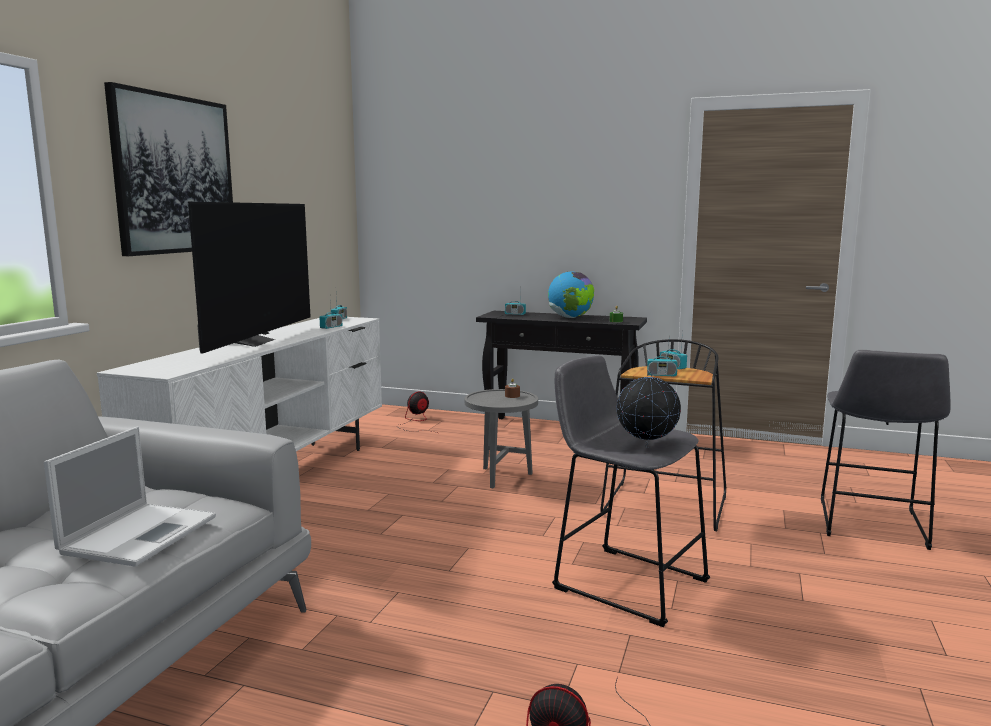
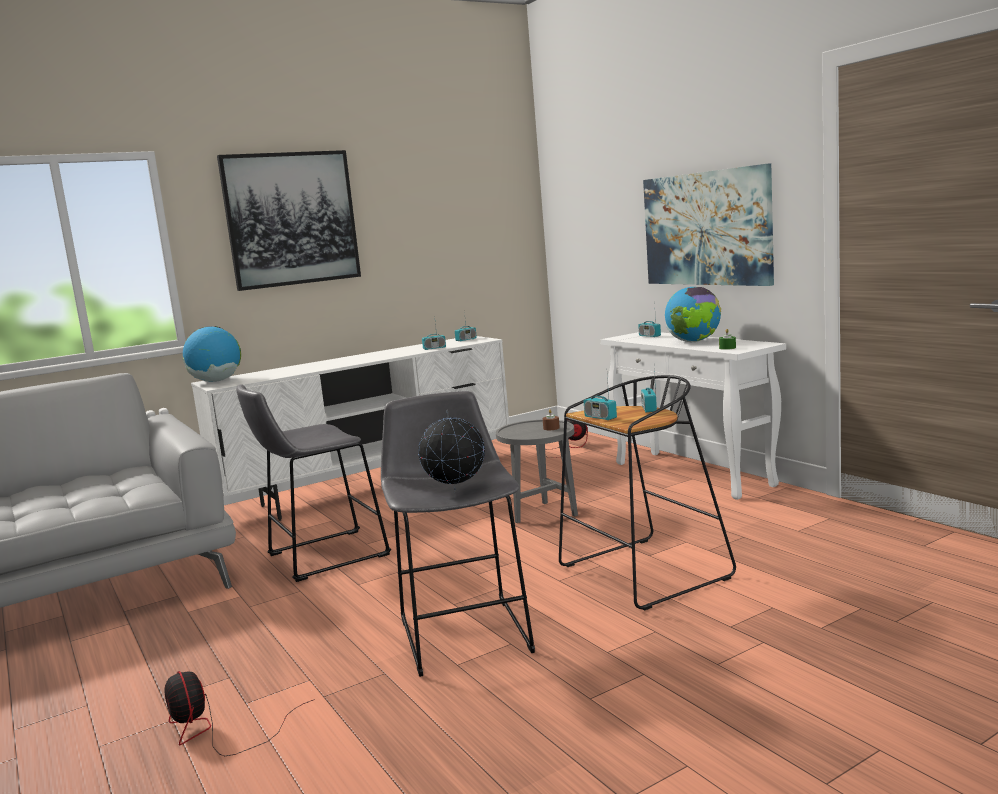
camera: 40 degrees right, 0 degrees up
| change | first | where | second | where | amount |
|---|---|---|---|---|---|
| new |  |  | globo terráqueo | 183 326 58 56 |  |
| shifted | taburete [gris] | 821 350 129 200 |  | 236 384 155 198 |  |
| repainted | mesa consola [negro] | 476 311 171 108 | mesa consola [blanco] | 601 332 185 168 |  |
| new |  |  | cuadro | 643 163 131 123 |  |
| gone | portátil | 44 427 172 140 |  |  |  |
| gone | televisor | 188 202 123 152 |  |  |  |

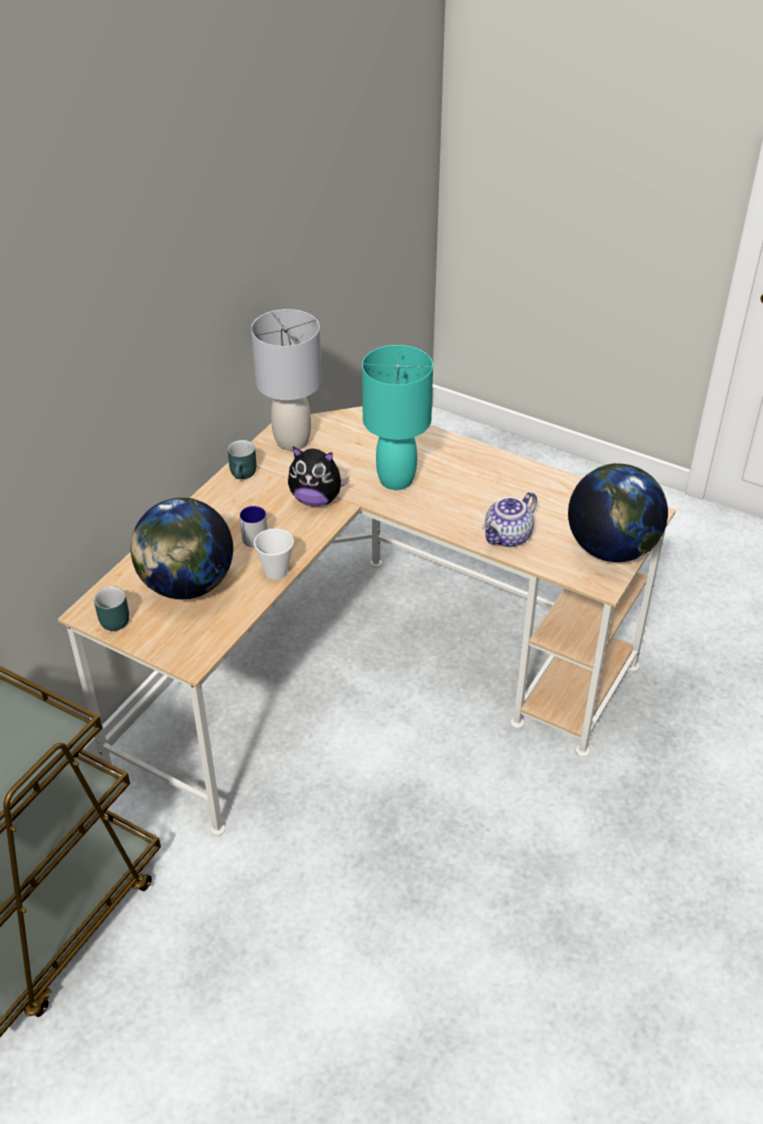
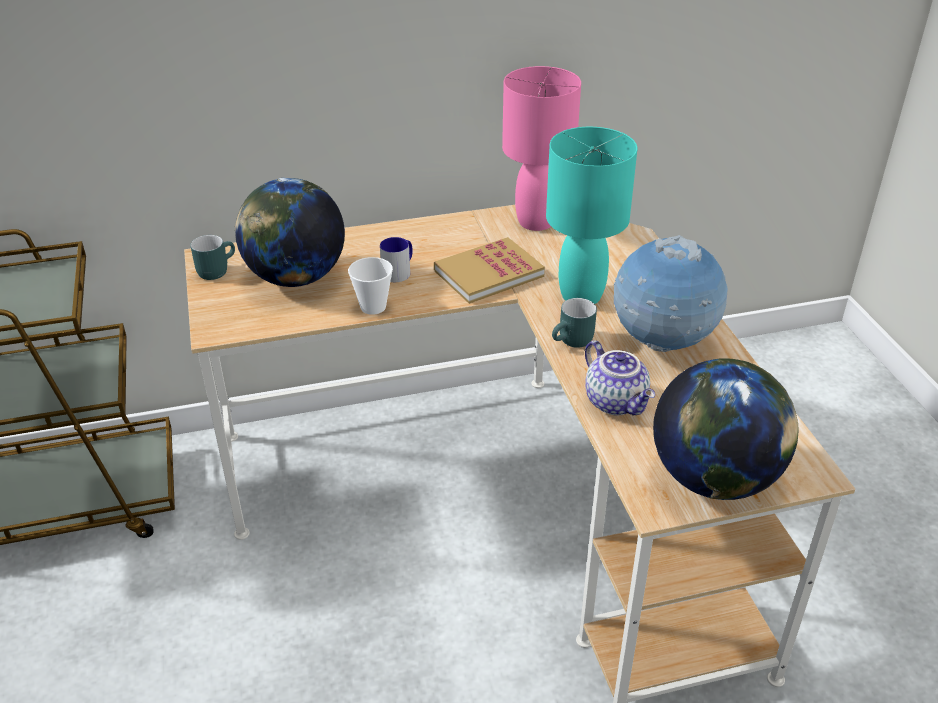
camera: 45 degrees right, 5 degrees down
| change | first | where | second | where | amount |
|---|---|---|---|---|---|
| swapped | peluche | 288 446 61 60 | libro | 434 237 111 67 |  |
| repainted | lámpara de mesa [gris] | 251 309 71 142 | lámpara de mesa [rosa] | 502 66 79 165 |  |
| shifted | taza grande [turquesa] | 228 440 28 39 |  | 552 298 45 50 |  |
| rotated | tetera | 482 492 55 55 |  | 585 340 70 76 | 120 degrees counterclockwise |
| new |  |  | globo terráqueo | 614 235 114 117 |  |

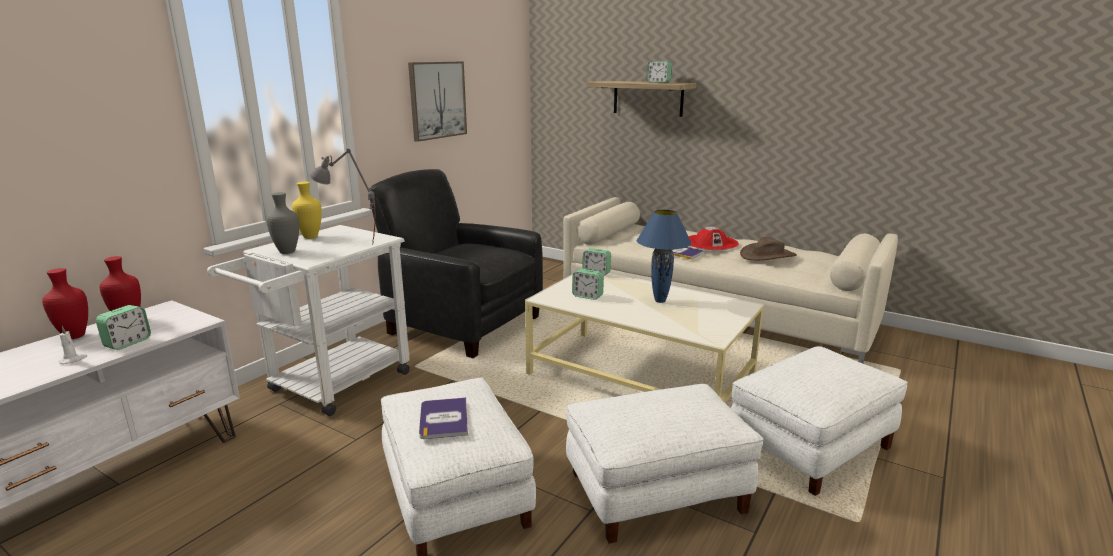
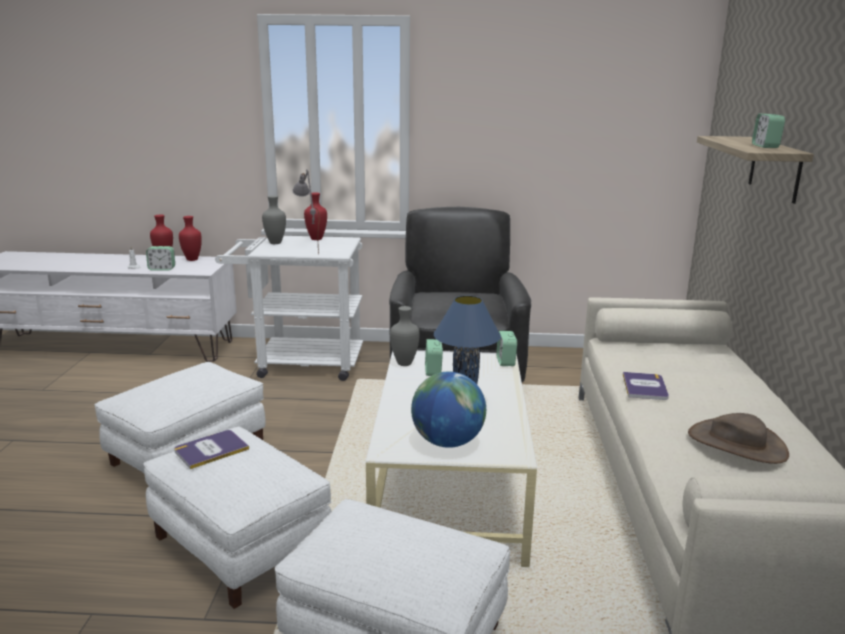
camera: 60 degrees right, 0 degrees up
| change | first | where | second | where | amount |
|---|---|---|---|---|---|
| shifted | libro | 419 397 49 42 |  | 174 430 75 39 |  |
| repainted | florero [amarillo] | 292 182 30 57 | florero [rojo] | 304 192 23 48 |  |
| new |  |  | florero [gris] | 390 306 30 60 |  |
| new |  |  | globo terráqueo | 411 372 75 76 |  |
| gone | cuadro | 408 62 59 80 |  |  |  |
| gone | sombrero [rojo] | 688 227 51 23 |  |  |  |

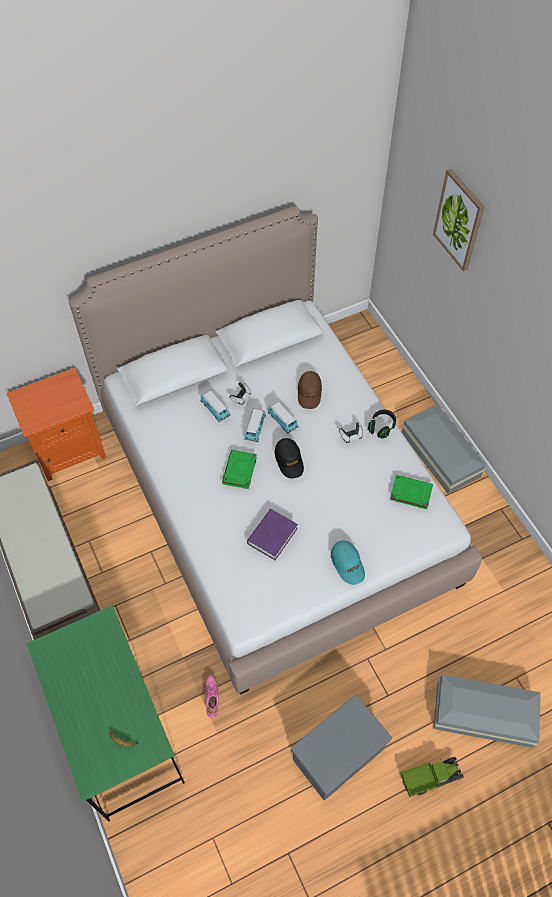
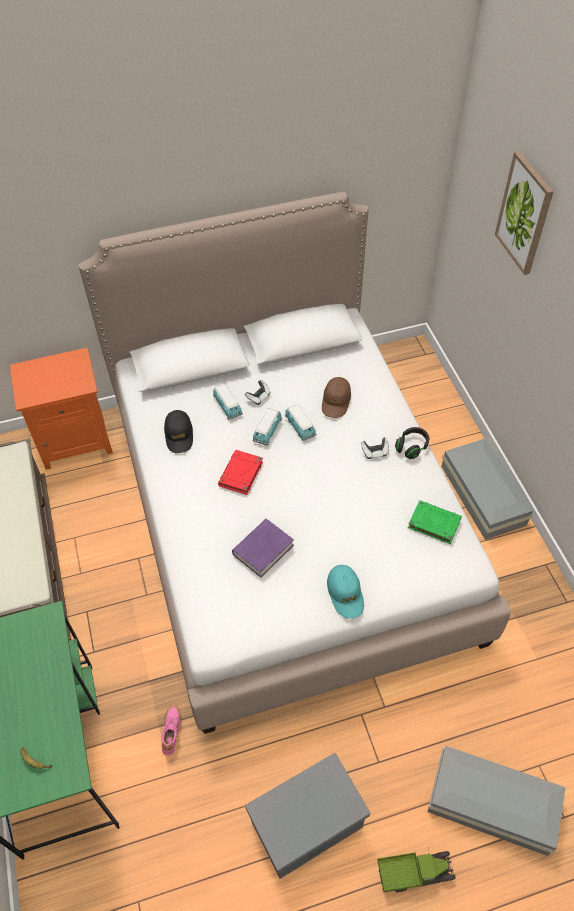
camera: 10 degrees right, 5 degrees down
| change | first | where | second | where | amount |
|---|---|---|---|---|---|
| shifted | gorra [negro] | 275 438 29 41 |  | 164 410 29 43 |  |
| repainted | libro [verde] | 222 450 35 39 | libro [rojo] | 218 450 45 45 |  |

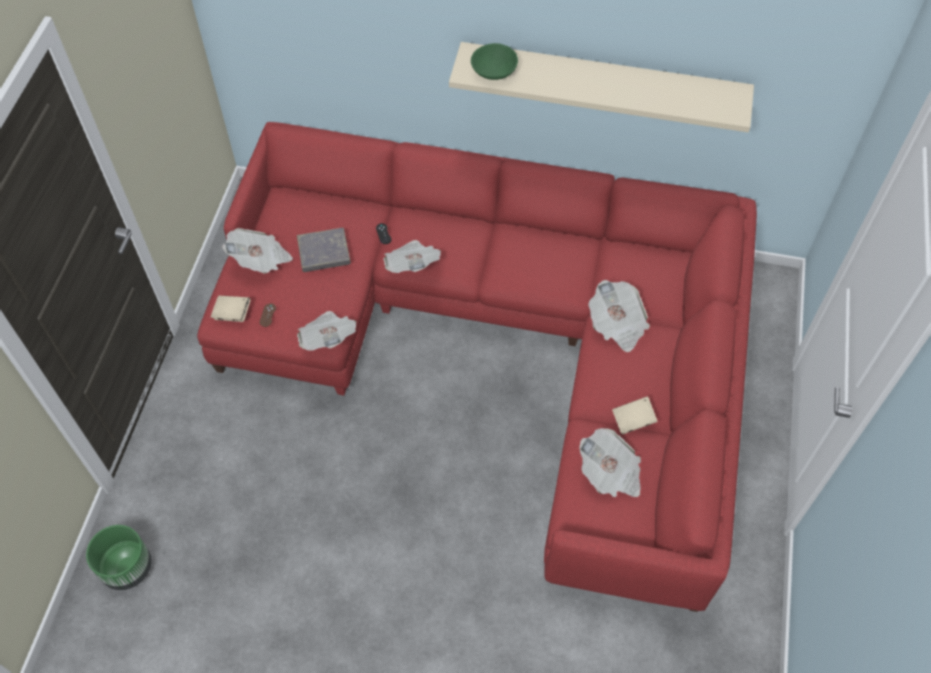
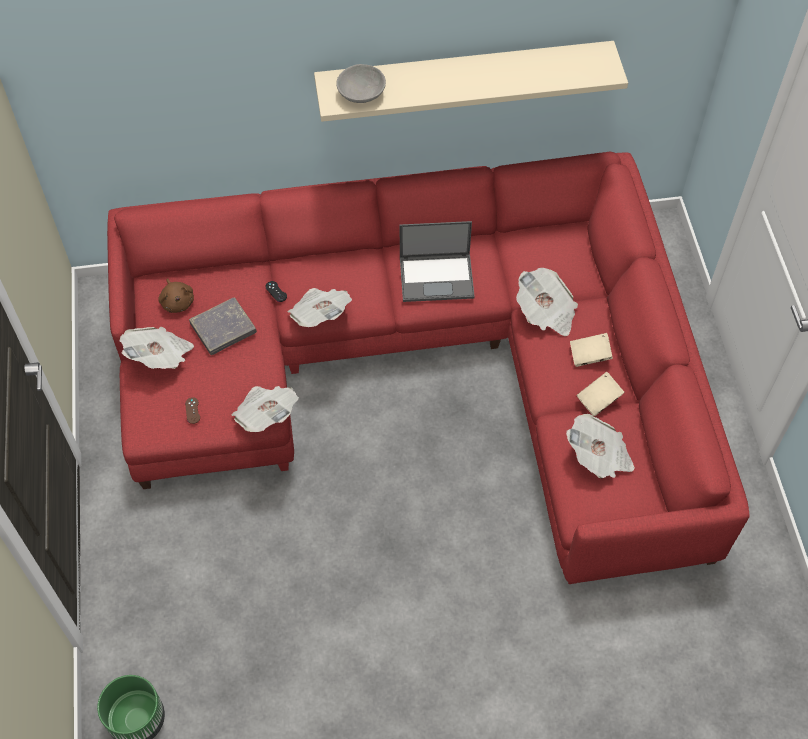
camera: 20 degrees left, 0 degrees up
| change | first | where | second | where | amount |
|---|---|---|---|---|---|
| new |  |  | peluche [marrón] | 158 278 36 35 |  |
| repainted | cuenco [verde] | 471 43 47 37 | cuenco [gris] | 336 64 50 39 |  |
| new |  |  | portátil | 400 221 75 81 |  |
| shifted | libro [beis] | 211 296 39 26 |  | 570 333 43 34 |  |

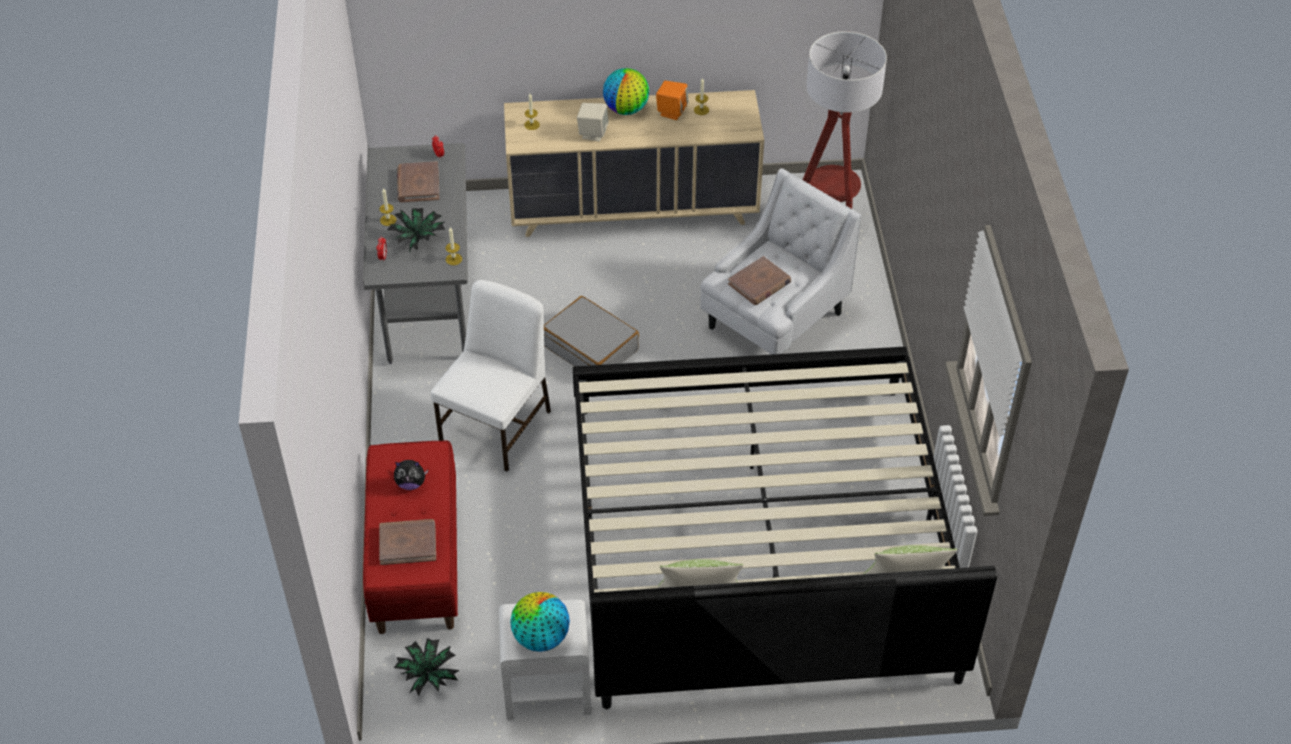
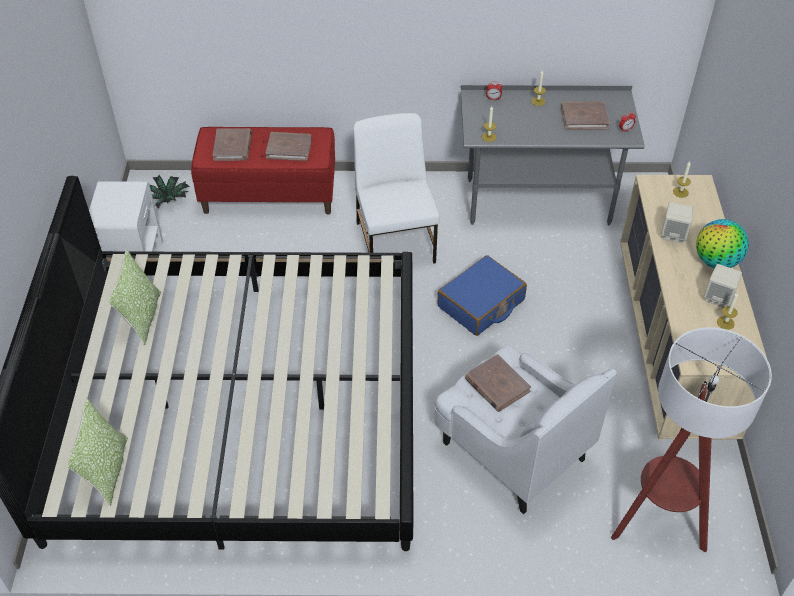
camera: 95 degrees right, 0 degrees up
| change | first | where | second | where | amount |
|---|---|---|---|---|---|
| swapped | peluche | 394 460 34 30 | libro [marrón] | 265 132 47 29 |  |
| rotated | silla [blanco] | 431 280 120 191 |  | 353 113 87 151 | 135 degrees counterclockwise |
| repainted | maleta [gris] | 544 296 95 70 | maleta [azul] | 437 255 90 81 |  |
| repainted | altavoz [naranja] | 656 81 33 39 | altavoz [beis] | 704 264 38 44 |  |
| gone | planta en maceta | 387 208 59 43 |  |  |  |
| gone | globo terráqueo | 510 592 60 60 |  |  |  |

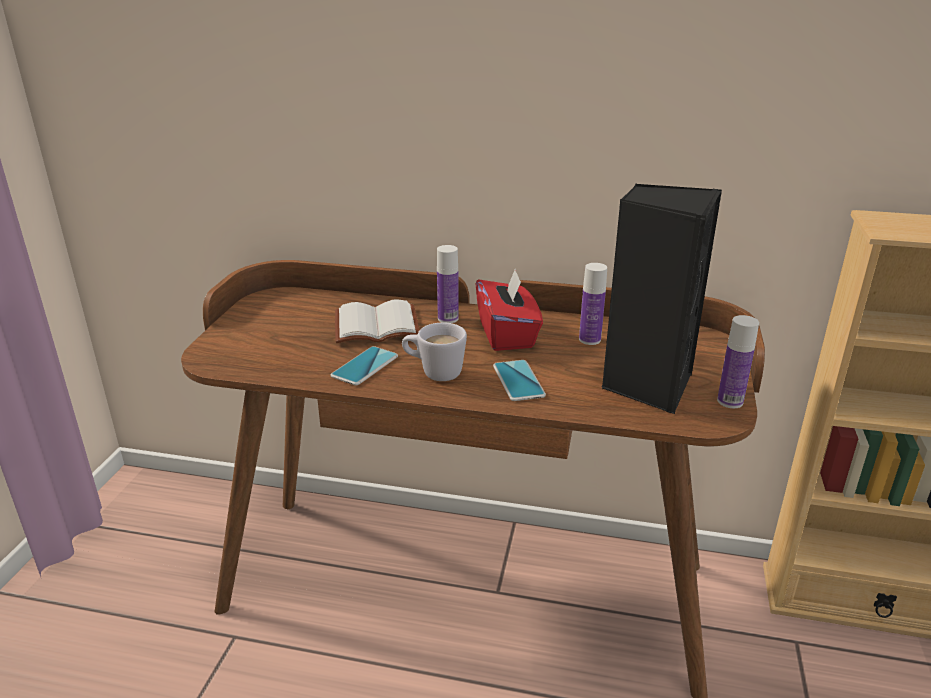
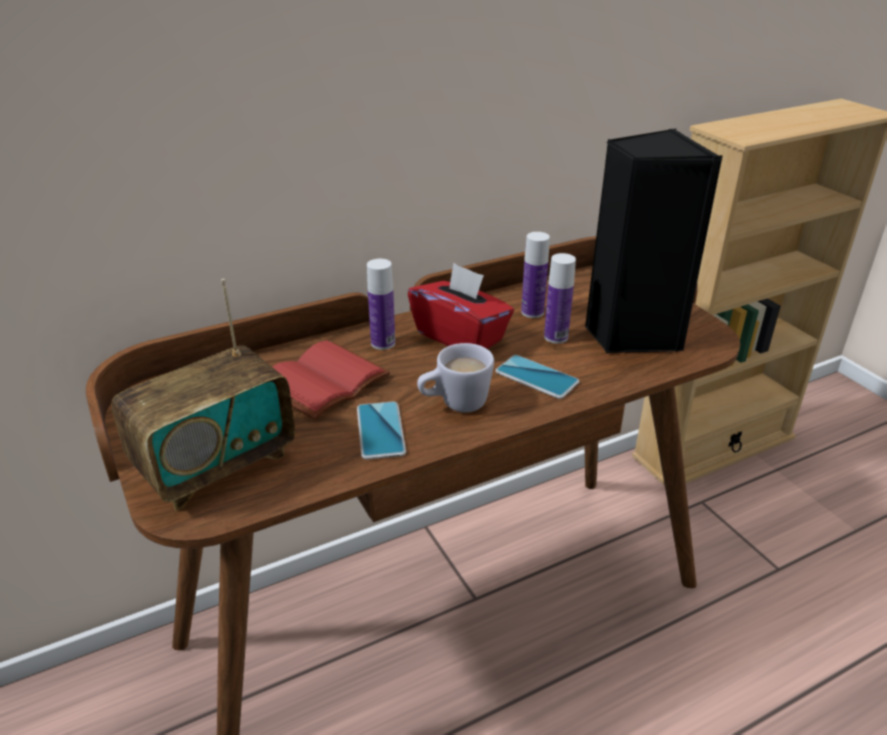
camera: 40 degrees left, 5 degrees up
| change | first | where | second | where | amount |
|---|---|---|---|---|---|
| new |  |  | radio | 111 279 184 232 |  |
| repainted | libro [blanco] | 335 299 84 44 | libro [rojo] | 272 340 118 80 |  |
| shifted | botella | 717 315 42 93 |  | 544 253 32 91 |  |

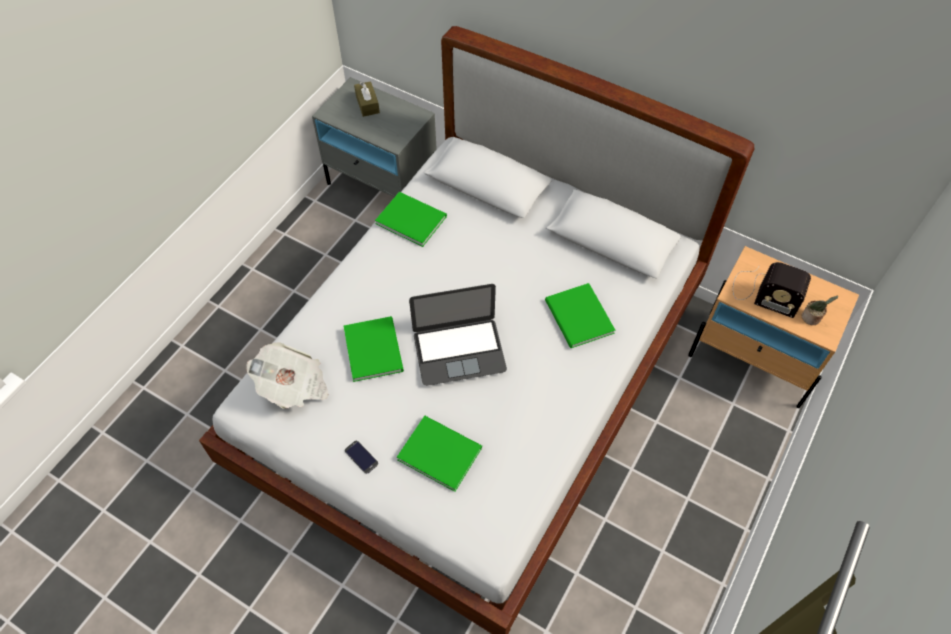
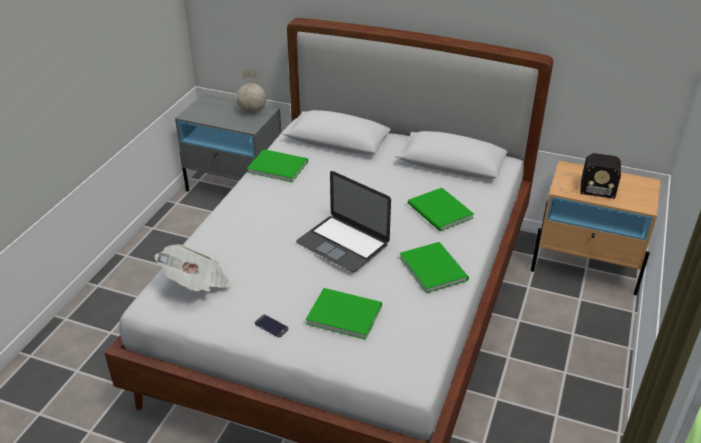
camera: 10 degrees left, 20 degrees down
| change | first | where | second | where | amount |
|---|---|---|---|---|---|
| new |  |  | globo terráqueo | 237 69 29 44 |  |
| rotated | portátil | 409 284 98 102 |  | 296 171 95 101 | 60 degrees clockwise |
| shifted | libro [verde] | 344 316 60 66 |  | 399 242 70 51 |  |
| gone | caja de pañuelos [marrón] | 354 81 26 36 |  |  |  |
| gone | planta en maceta | 802 296 37 29 |  |  |  |

